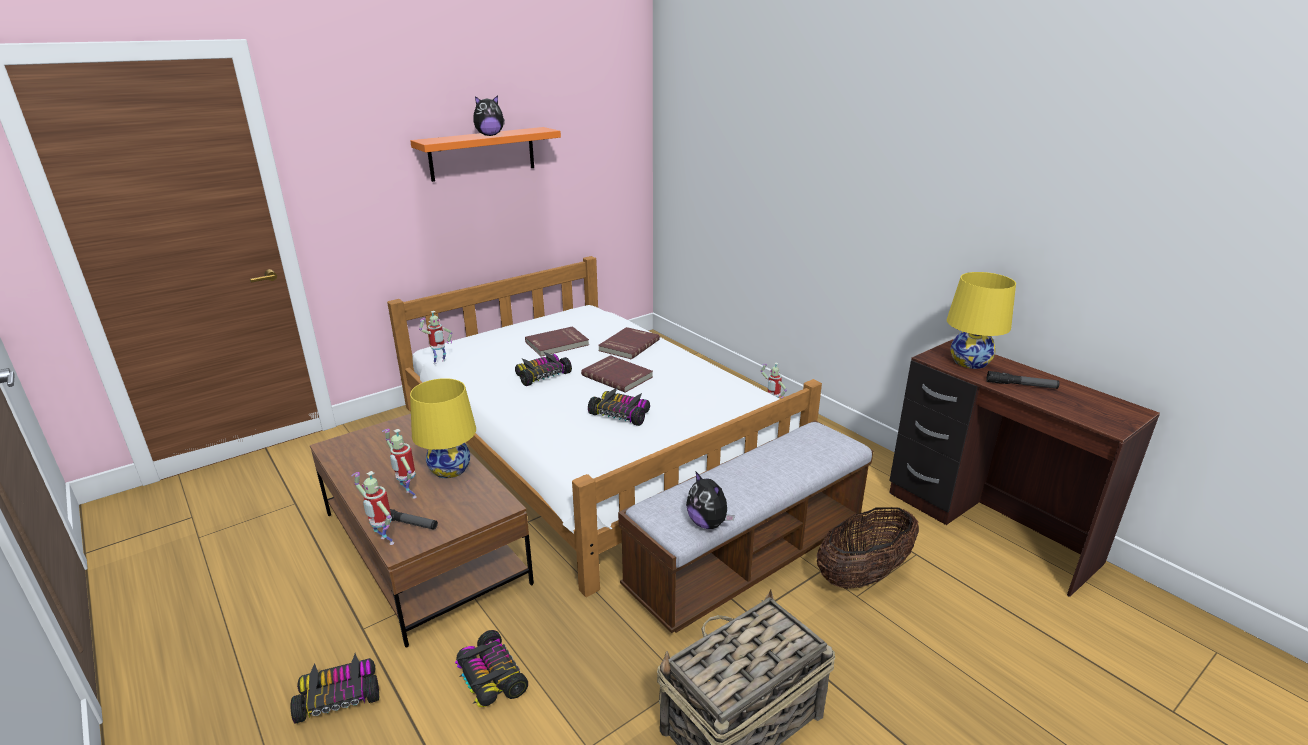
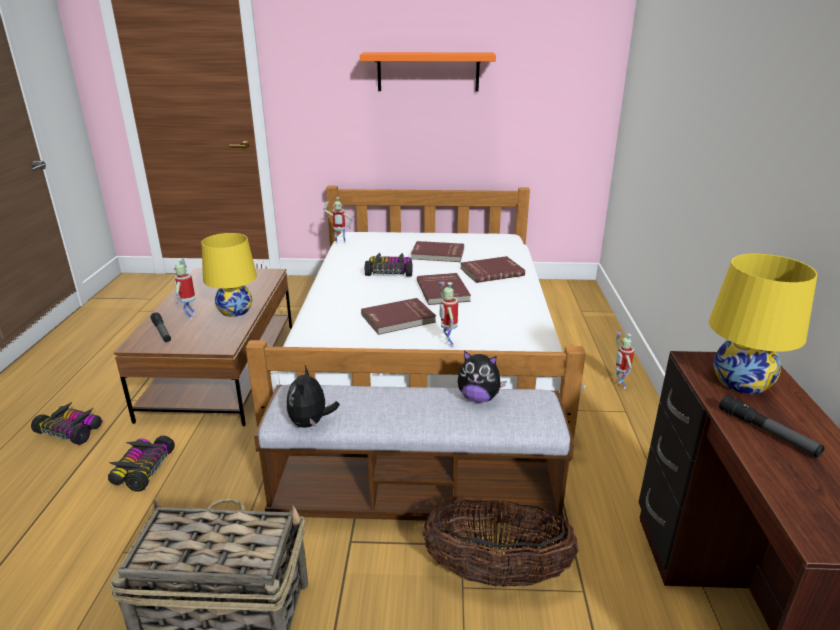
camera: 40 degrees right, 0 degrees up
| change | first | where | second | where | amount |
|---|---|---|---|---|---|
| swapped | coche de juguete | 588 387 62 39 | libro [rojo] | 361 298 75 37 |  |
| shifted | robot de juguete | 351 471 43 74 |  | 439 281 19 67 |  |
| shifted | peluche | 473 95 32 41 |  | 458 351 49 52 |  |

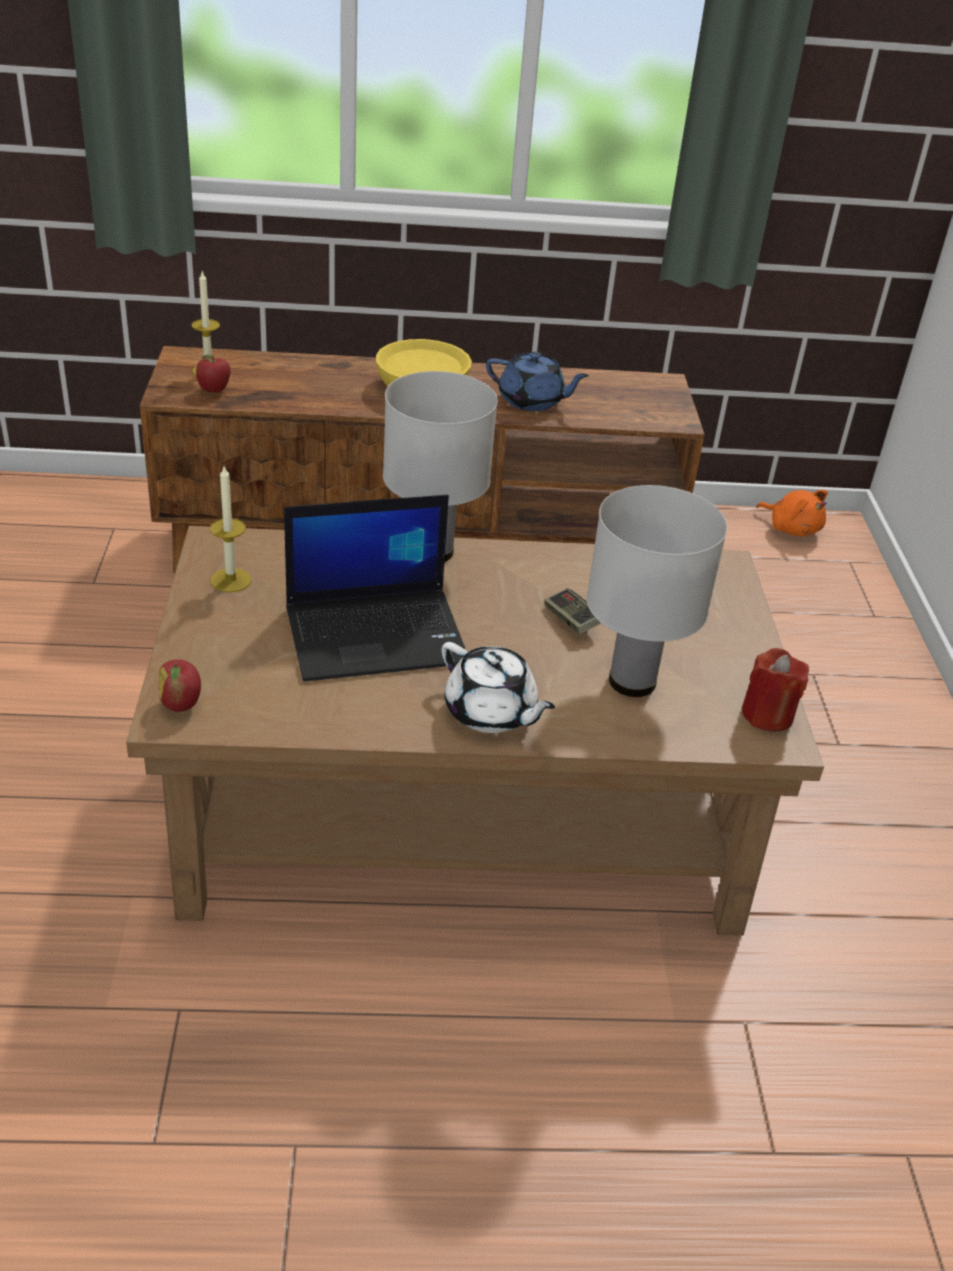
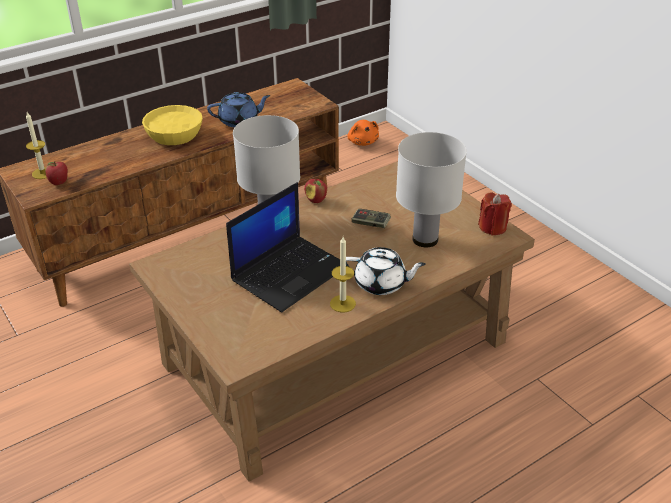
camera: 30 degrees left, 0 degrees up
| change | first | where | second | where | amount |
|---|---|---|---|---|---|
| shifted | manzana | 159 659 42 53 |  | 304 179 23 24 |  |
| shifted | vela | 210 466 42 126 |  | 330 237 26 76 |  |
| rotated | peluche [naranja] | 756 490 72 46 |  | 347 120 32 26 | 60 degrees clockwise |

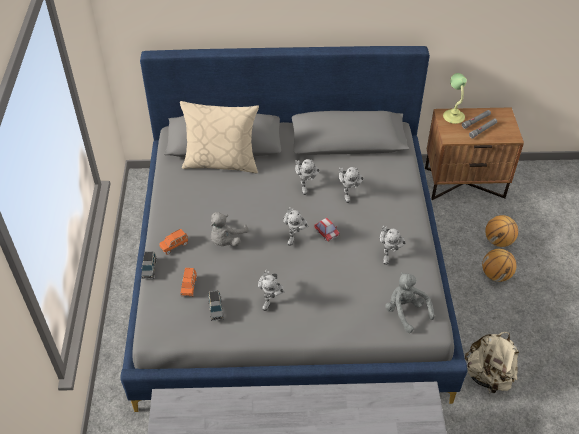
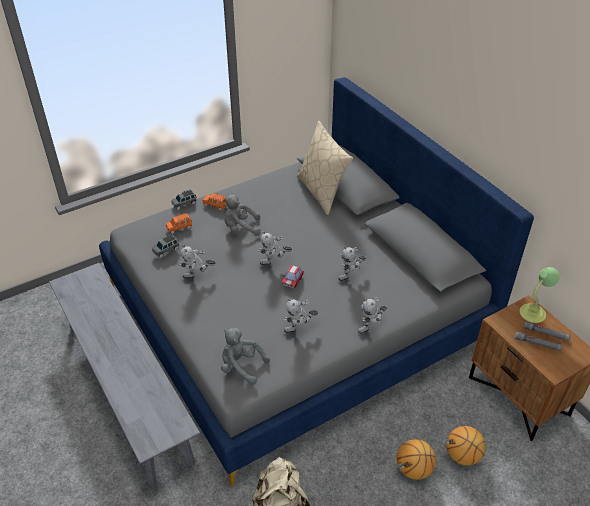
camera: 60 degrees right, 5 degrees down
| change | first | where | second | where | amount |
|---|---|---|---|---|---|
| rotated | peluche [gris] | 385 272 50 61 |  | 221 328 49 57 | 90 degrees counterclockwise |
| shifted | robot de juguete | 295 159 25 36 |  | 358 297 29 37 |  |

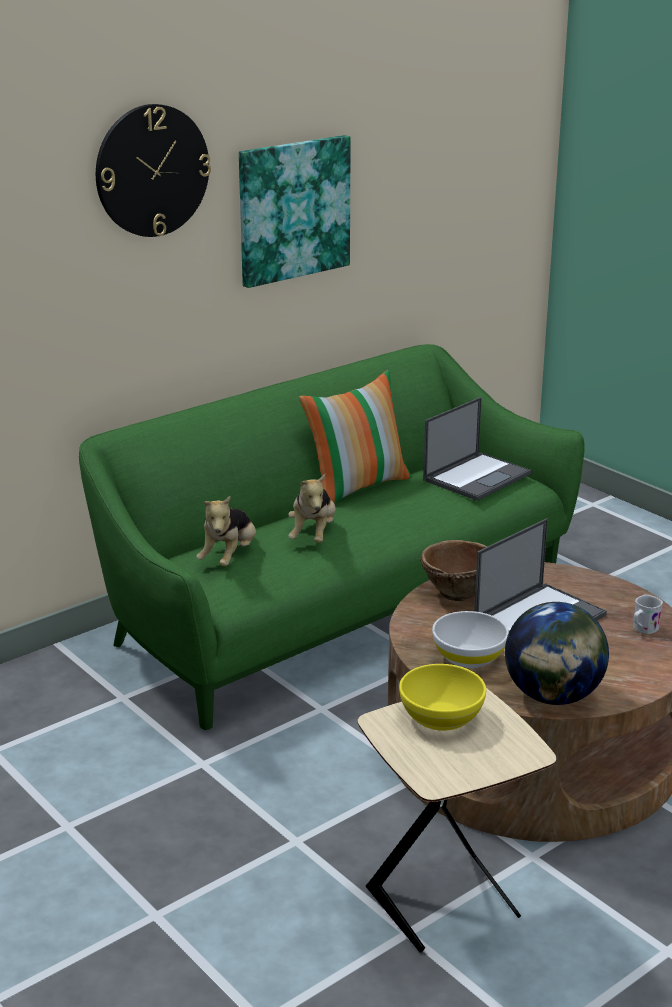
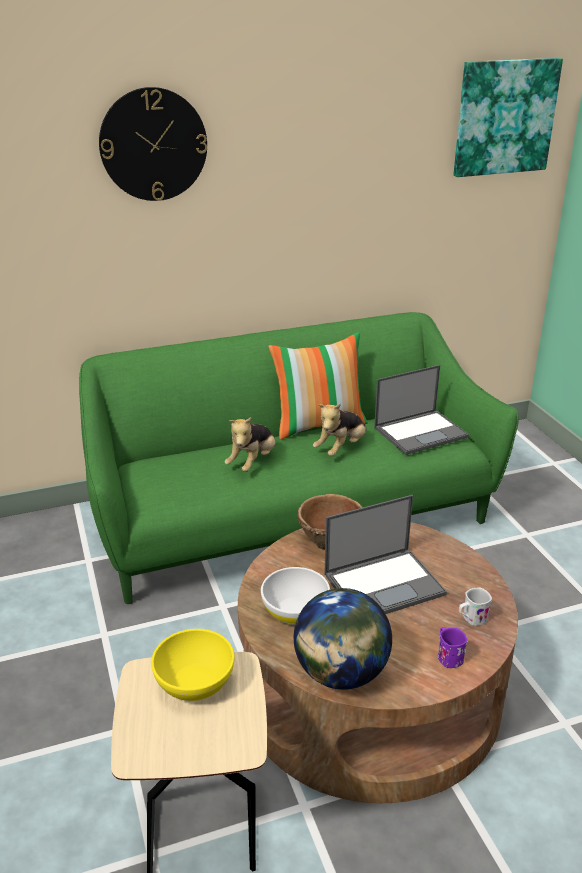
camera: 20 degrees right, 5 degrees up
| change | first | where | second | where | amount |
|---|---|---|---|---|---|
| shifted | peluche | 196 496 60 71 |  | 313 403 54 53 |  |
| new |  |  | taza grande [morado] | 438 627 30 41 |  |
| shifted | cuadro | 239 135 112 153 |  | 453 58 110 119 |  |

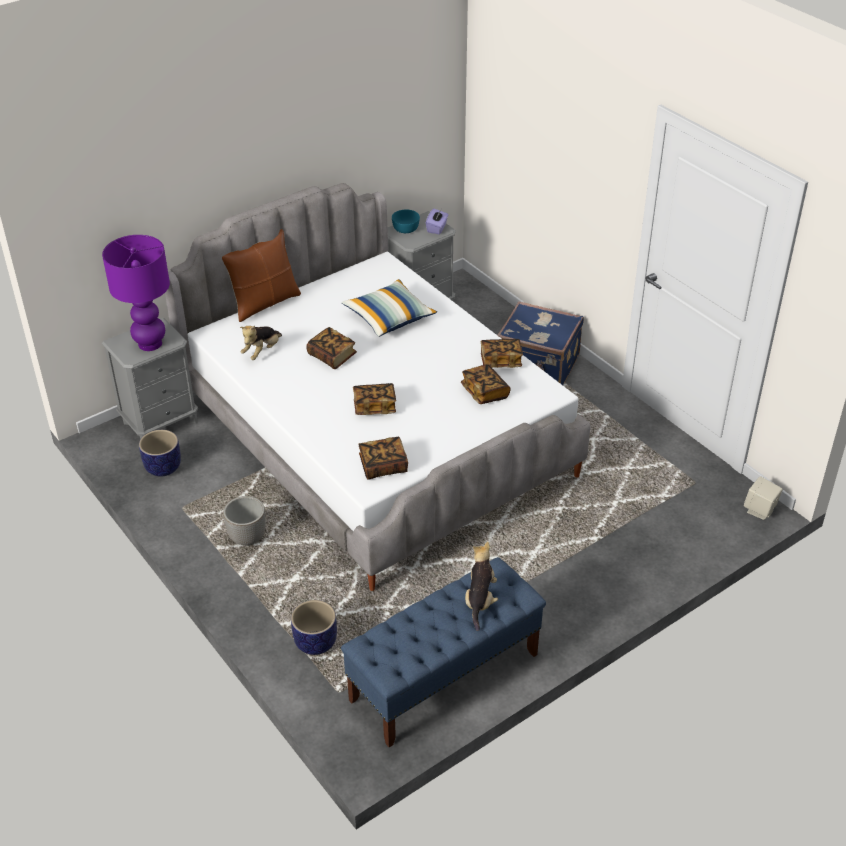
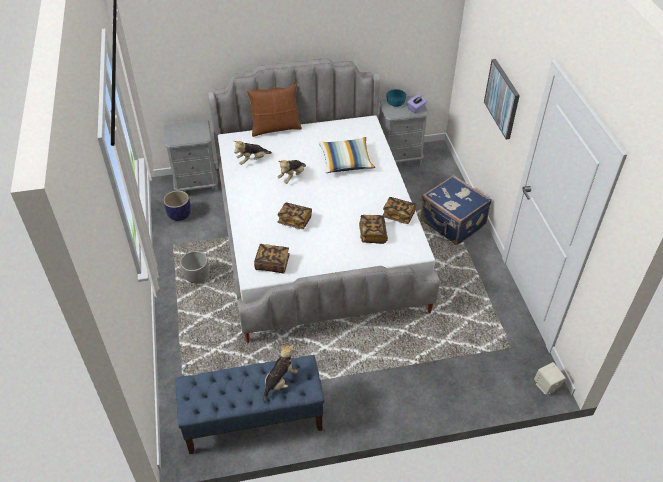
camera: 25 degrees right, 5 degrees up
| change | first | where | second | where | amount |
|---|---|---|---|---|---|
| swapped | libro | 306 327 51 42 | peluche | 278 160 28 24 |  |
| new |  |  | cuadro | 484 59 36 80 |  |
| gone | lámpara de mesa [morado] | 102 235 68 116 |  |  |  |
| gone | maceta | 291 600 46 55 |  |  |  |

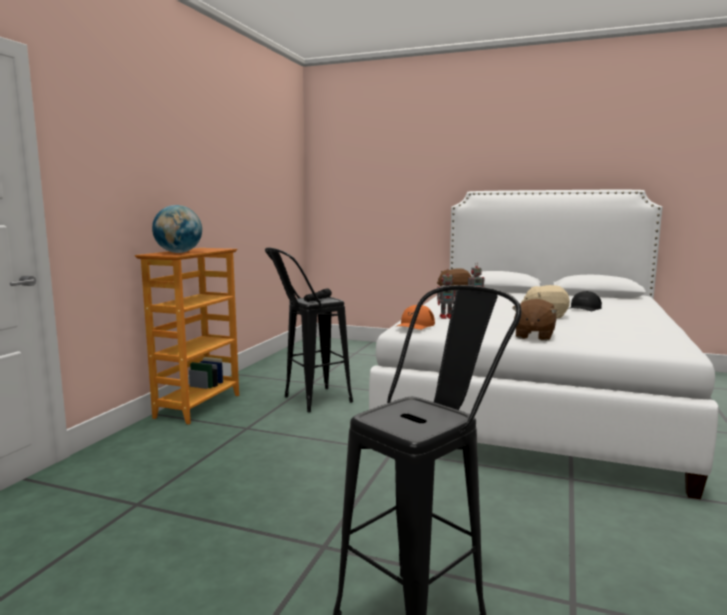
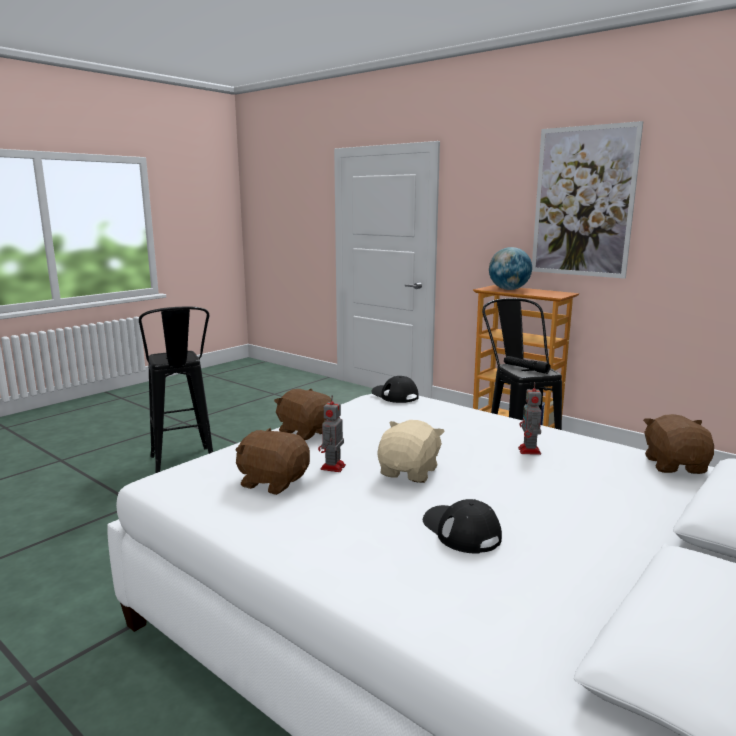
camera: 110 degrees right, 5 degrees up
| change | first | where | second | where | amount |
|---|---|---|---|---|---|
| new |  |  | peluche [marrón] | 236 428 74 67 |  |
| shifted | robot de juguete | 437 270 20 49 |  | 318 395 28 77 |  |
| repainted | gorra [naranja] | 395 305 40 25 | gorra [negro] | 371 376 48 27 |  |
| new |  |  | cuadro | 532 121 111 158 |  |

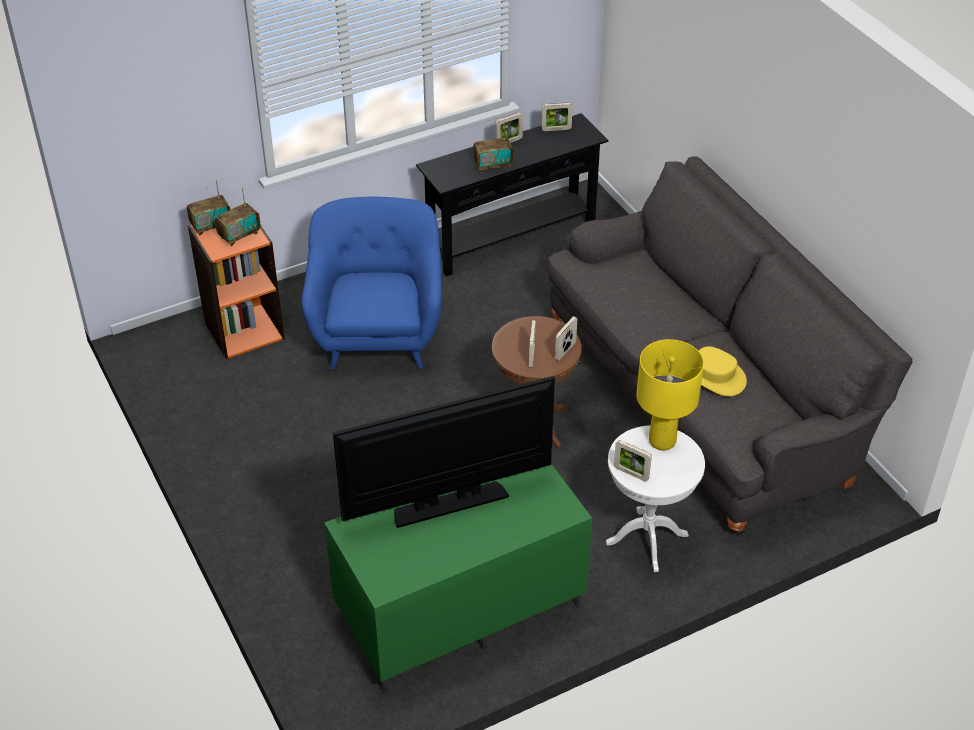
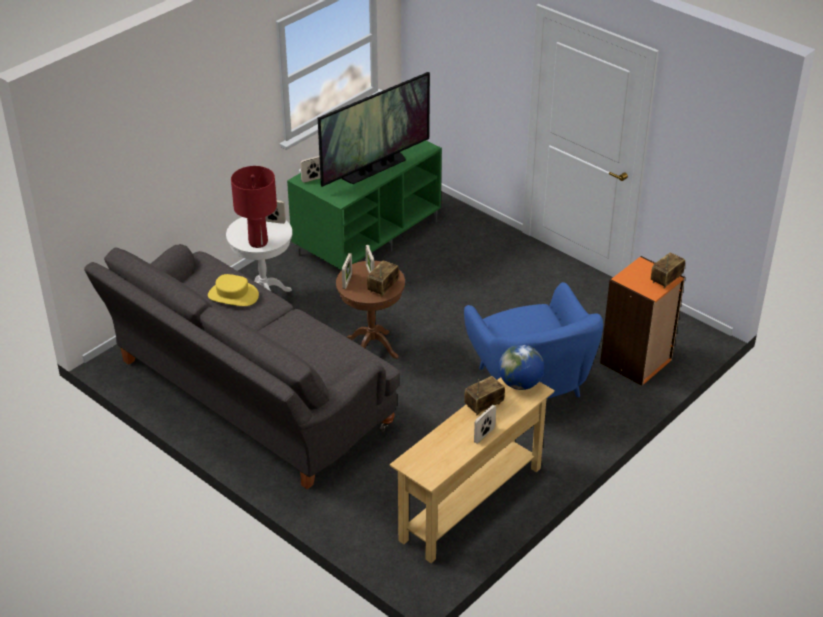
camera: 160 degrees right, 5 degrees down
| change | first | where | second | where | amount |
|---|---|---|---|---|---|
| repainted | lámpara de mesa [amarillo] | 636 339 68 112 | lámpara de mesa [rojo] | 231 166 46 82 |  |
| shifted | portarretratos | 541 103 32 28 |  | 300 156 20 27 |  |
| shifted | radio | 215 188 46 58 |  | 367 260 32 37 |  |
| repainted | mesa consola [negro] | 416 113 192 163 | mesa consola [beis] | 390 377 165 186 |  |
| new |  |  | globo terráqueo | 499 345 45 45 |  |

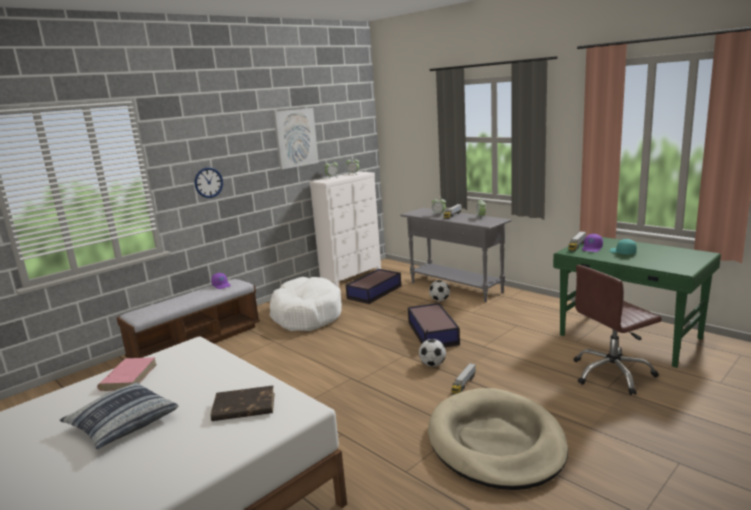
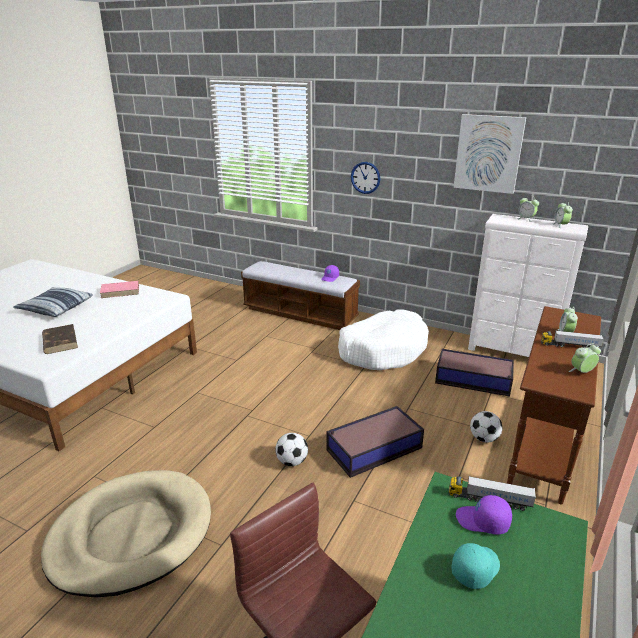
camera: 70 degrees right, 10 degrees up
| change | first | where | second | where | amount |
|---|---|---|---|---|---|
| repainted | mesa consola [gris] | 400 208 111 94 | mesa consola [marrón] | 507 306 94 199 |  |
| gone | camión de juguete | 451 363 25 32 |  |  |  |

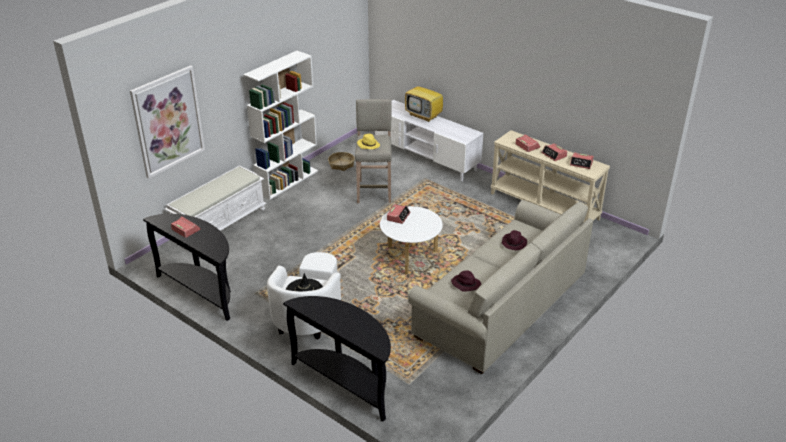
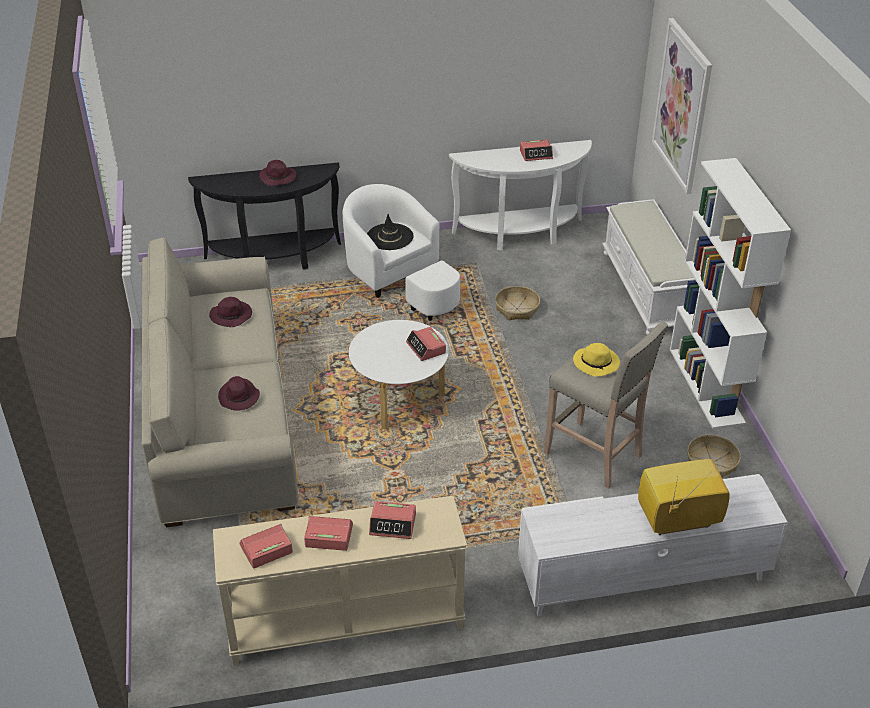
camera: 130 degrees right, 5 degrees up
| change | first | where | second | where | amount |
|---|---|---|---|---|---|
| new |  |  | sombrero [morado] | 259 160 37 26 |  |
| repainted | mesa consola [negro] | 143 214 88 107 | mesa consola [blanco] | 449 140 143 111 |  |
| new |  |  | cesta | 495 286 45 34 |  |

